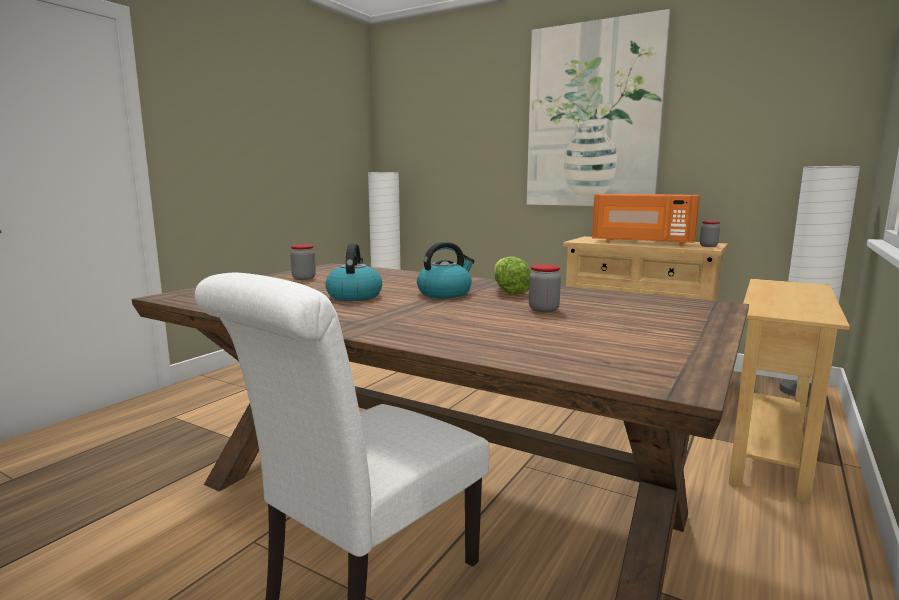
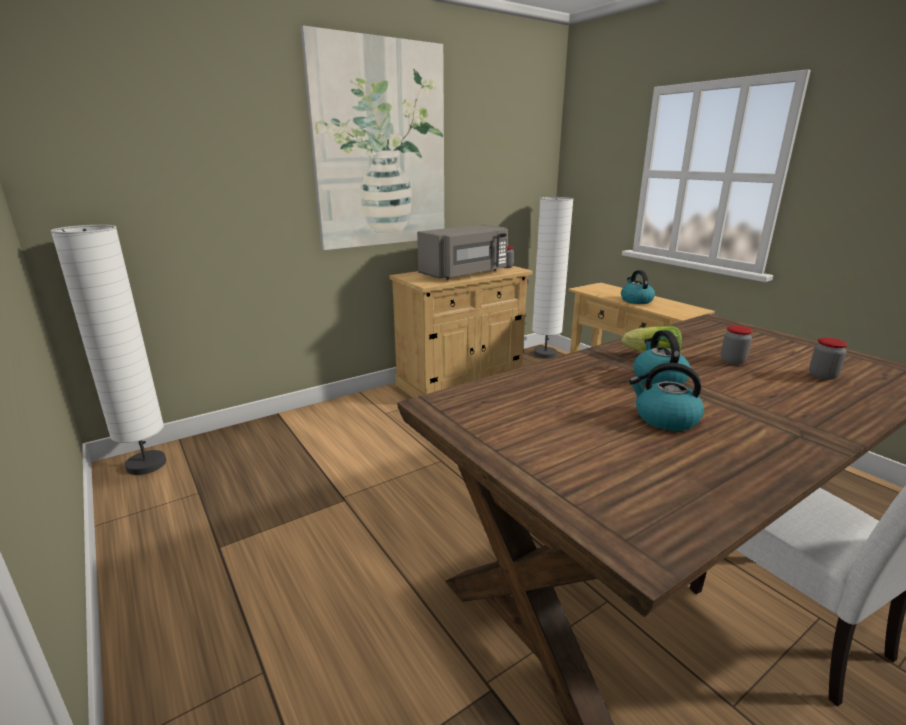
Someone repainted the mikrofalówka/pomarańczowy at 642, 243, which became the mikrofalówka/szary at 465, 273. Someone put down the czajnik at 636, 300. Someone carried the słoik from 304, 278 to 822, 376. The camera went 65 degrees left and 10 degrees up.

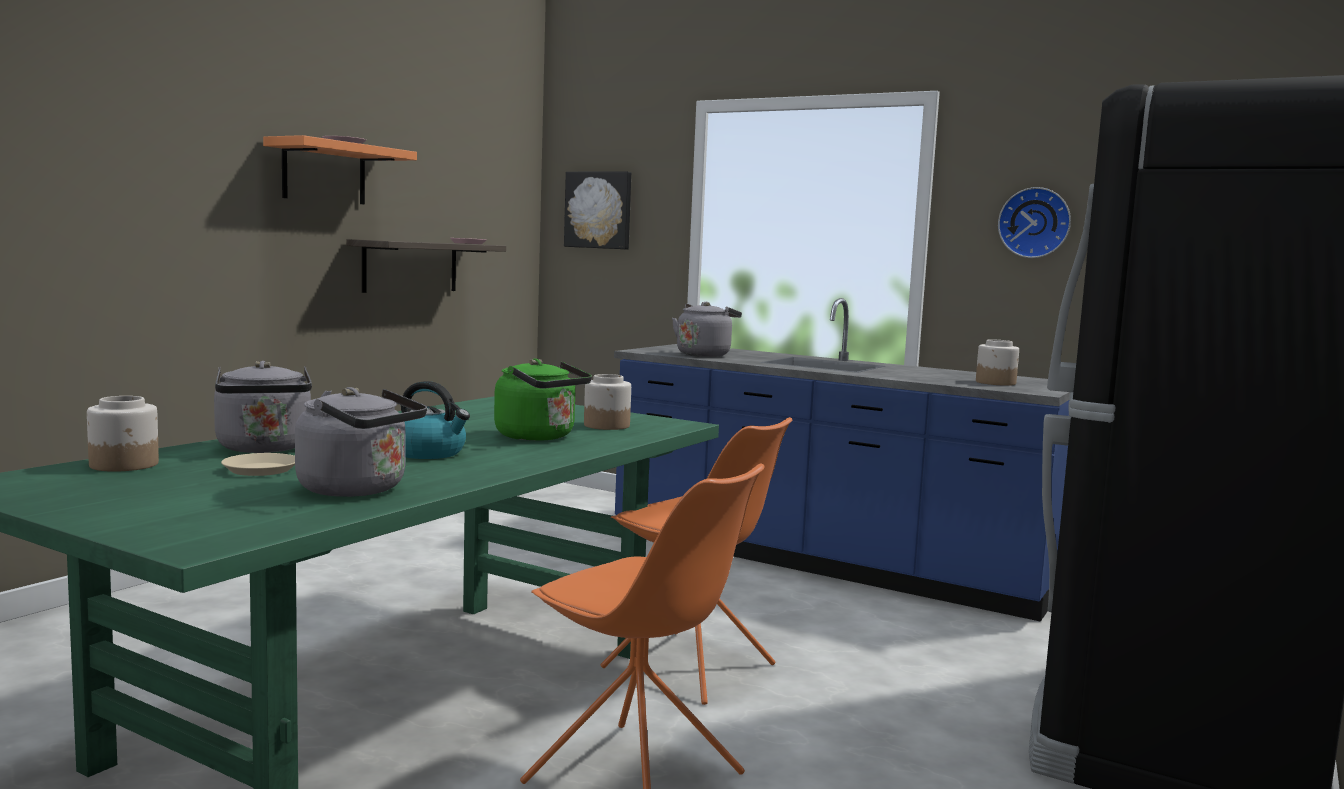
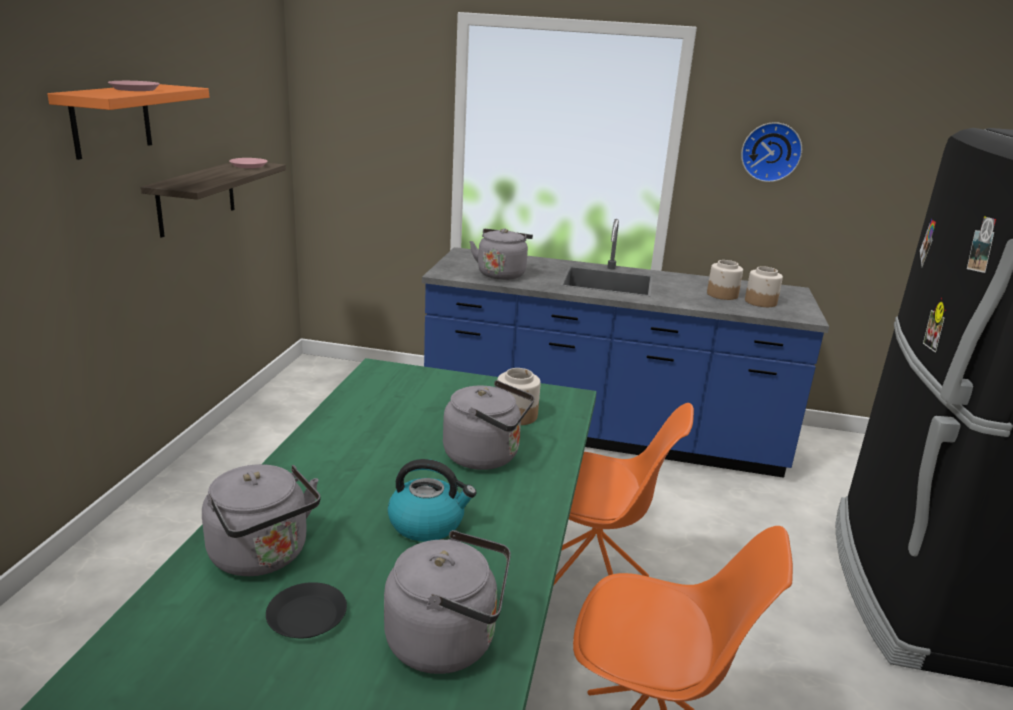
Someone repainted the talerz/beżowy at 260, 469, which became the talerz/czarny at 306, 617. Someone repainted the czajnik/zielony at 539, 437, which became the czajnik/szary at 486, 456. Someone carried the słoik from 125, 465 to 722, 295. Someone took away the obraz at 599, 210. The camera went 20 degrees left and 15 degrees up.

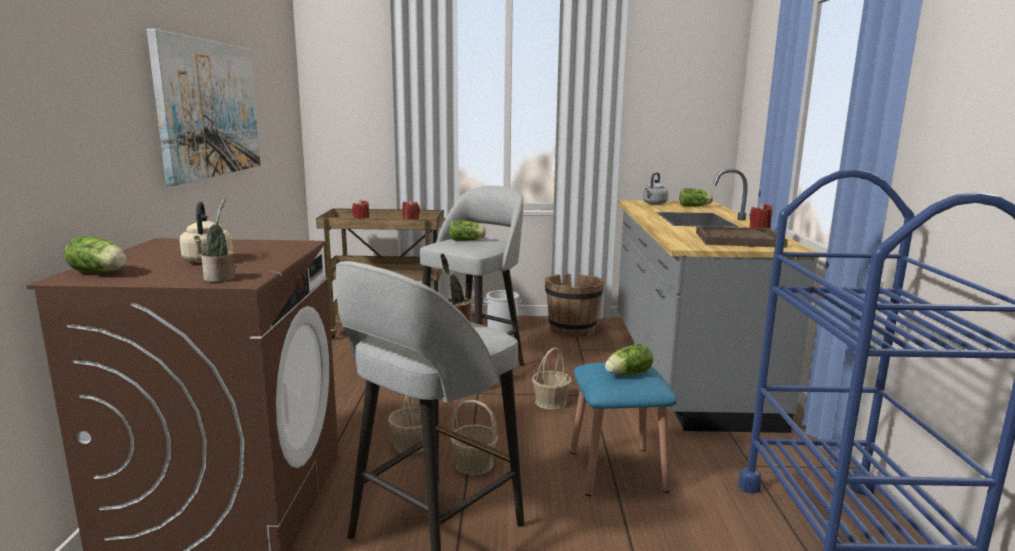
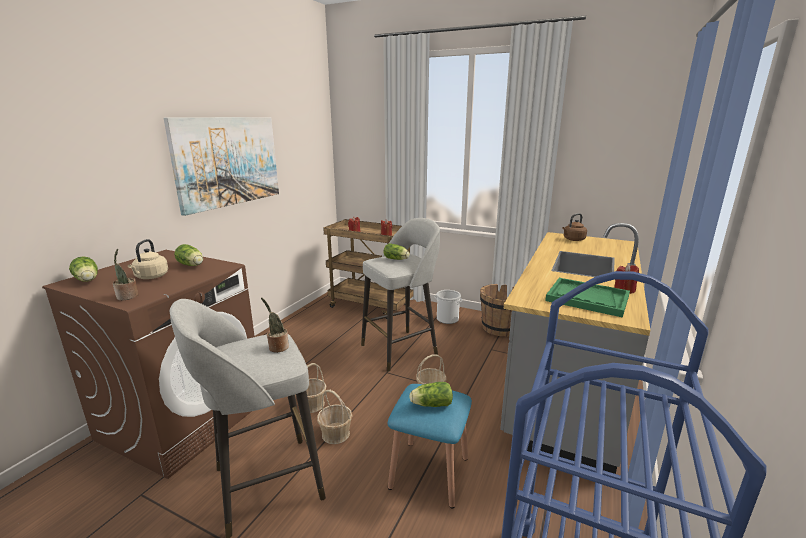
Someone carried the sałata from 695, 206 to 192, 265. Someone repainted the taca/brązowy at 738, 240, which became the taca/zielony at 587, 299. Someone repainted the czajnik/szary at 654, 203, which became the czajnik/brązowy at 573, 239. The camera went 25 degrees right and 5 degrees up.

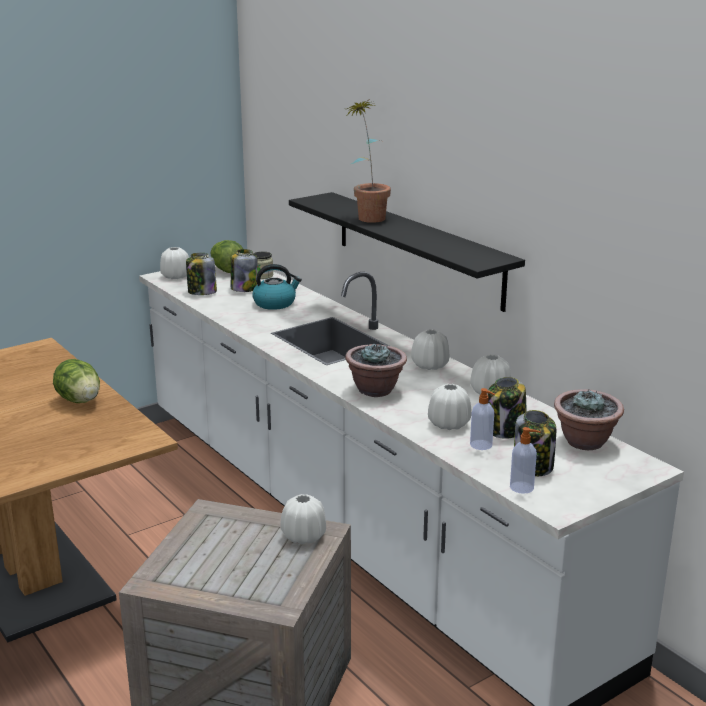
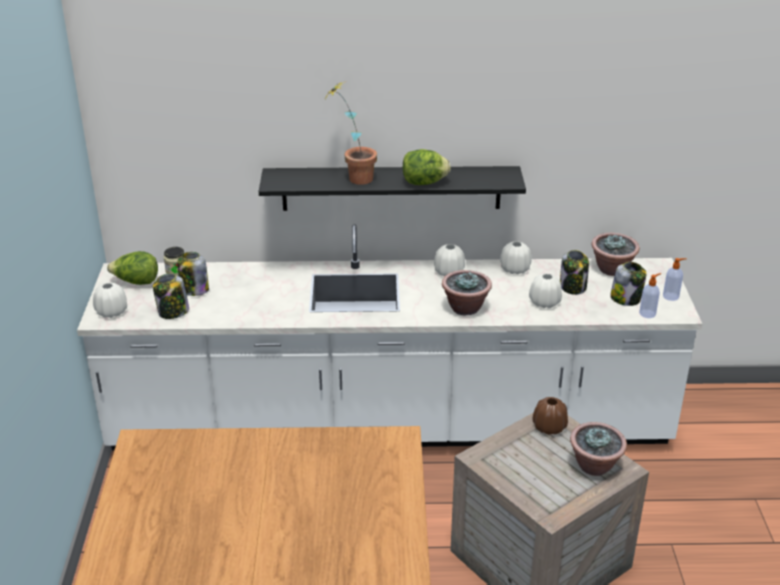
Someone carried the sałata from 80, 400 to 424, 183. Someone repainted the wazon/biały at 303, 536, which became the wazon/brązowy at 549, 427. Someone put down the roślina doniczkowa at 595, 466. Someone carried the dozownik mydła from 481, 445 to 671, 296. Someone took away the czajnik at 275, 303. The camera went 55 degrees left and 10 degrees up.

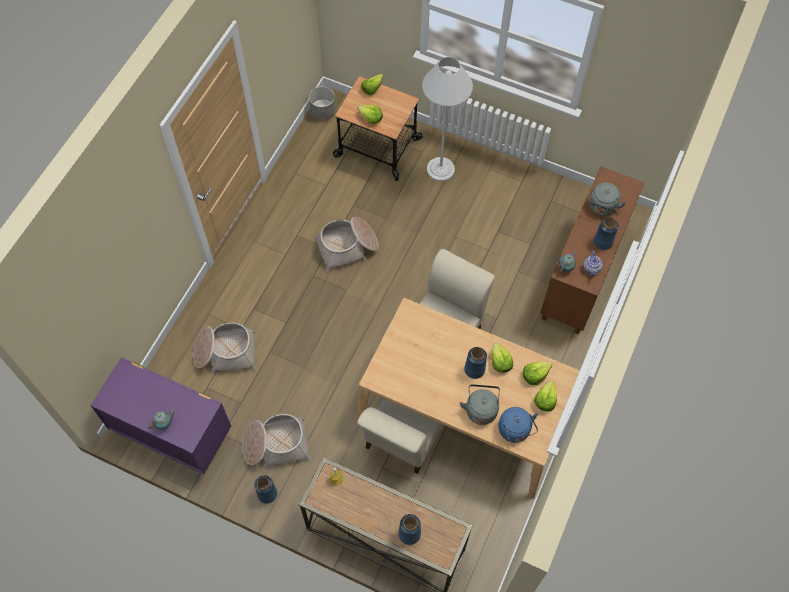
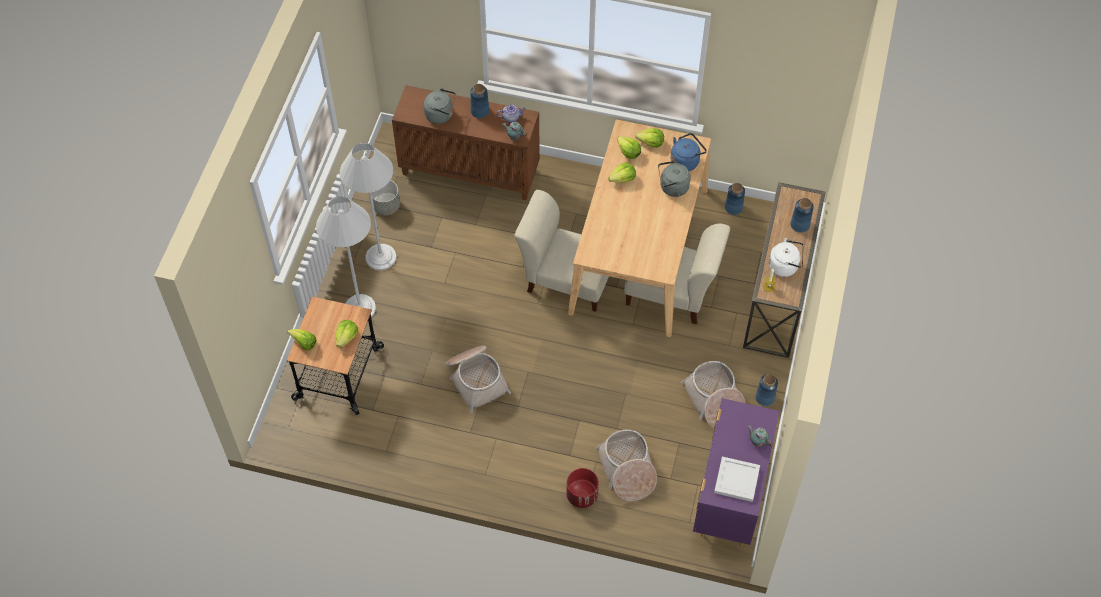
Someone put down the lampa stojąca/biały at 380, 257. Someone carried the donica/szary from 323, 111 to 386, 206. Someone put down the donica/czerwony at 582, 495. Someone put down the taca/biały at 737, 481. Someone carried the wazon/niebieski from 474, 369 to 733, 208. Someone put down the czajnik/biały at 785, 266. The camera went 100 degrees left and 5 degrees down.

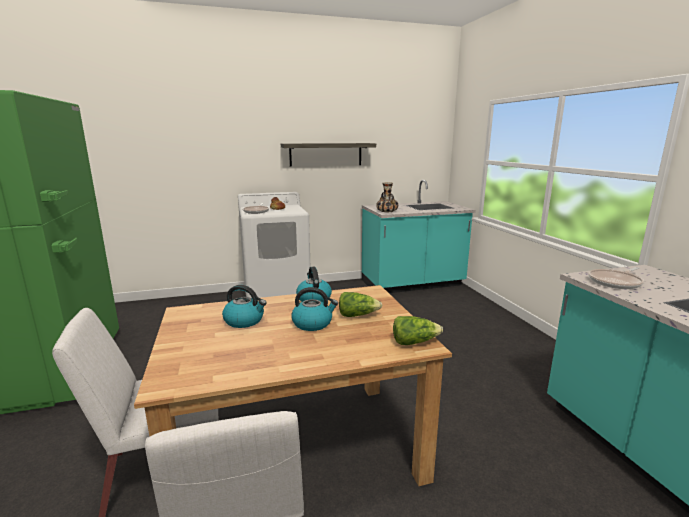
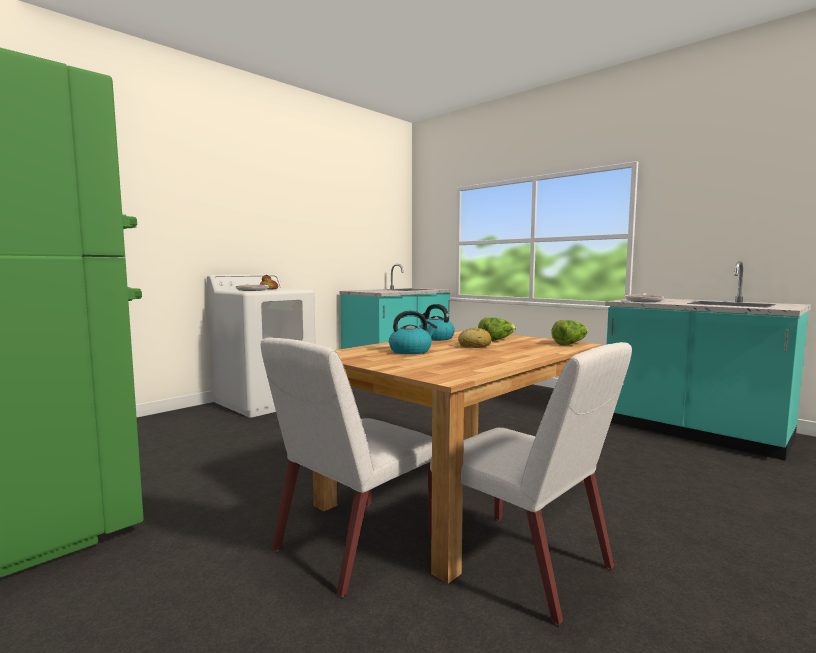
Someone swapped the czajnik at 313, 323 for the chleb at 474, 346. Someone took away the półka at 326, 154. Someone took away the wazon at 387, 211. The camera went 30 degrees left and 10 degrees down.

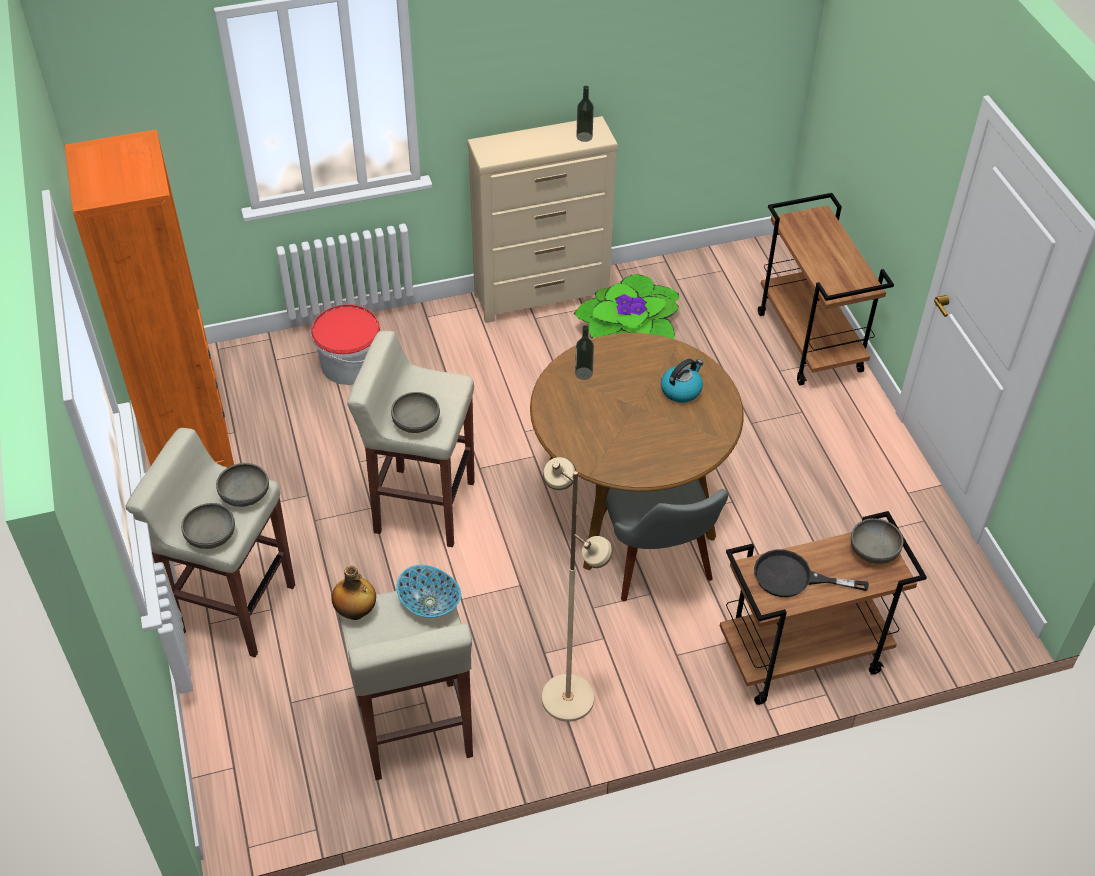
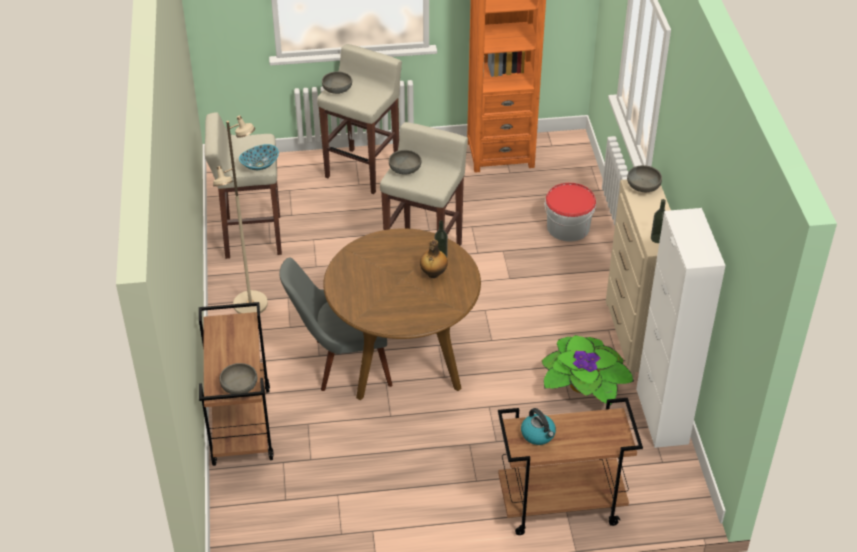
Someone carried the butelka from 356, 612 to 433, 274. Someone carried the czajnik from 681, 390 to 538, 434. Someone carried the miska/szary from 244, 495 to 643, 187. Someone put down the szafka/biały at 662, 416. Someone took away the patelnia/czarny at 793, 578. The camera went 100 degrees right and 5 degrees down.

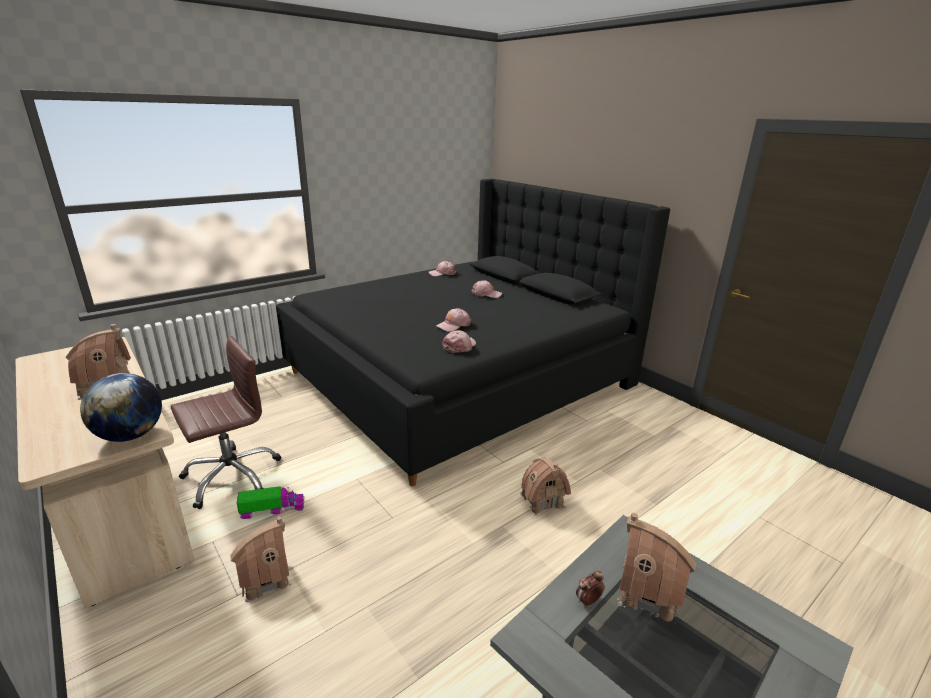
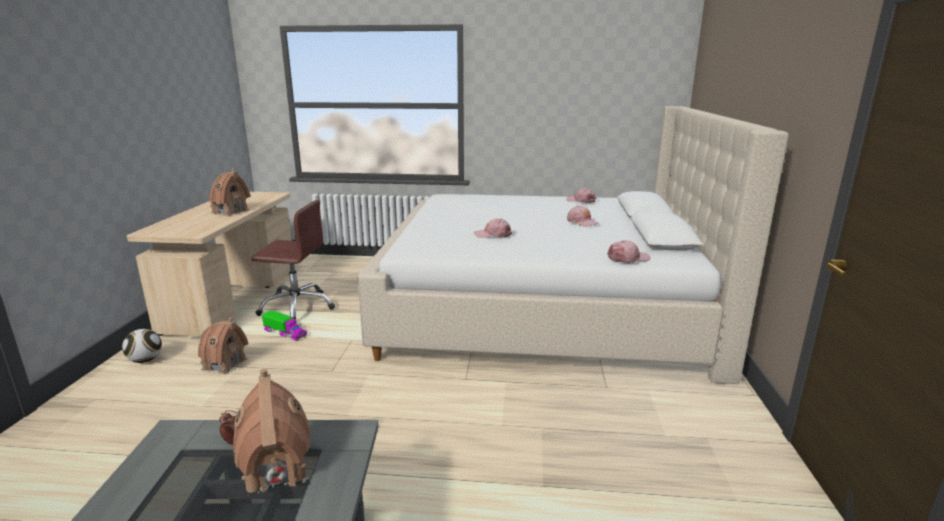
Someone put down the piłka futbolowa at 146, 360. Someone repainted the łóżko/czarny at 461, 378, which became the łóżko/beżowy at 544, 308. Someone carried the czapka z daszkiem/różowy from 459, 346 to 628, 258. Someone took away the globus at 131, 435. Someone took away the domek at 542, 500. The camera went 45 degrees right and 5 degrees down.

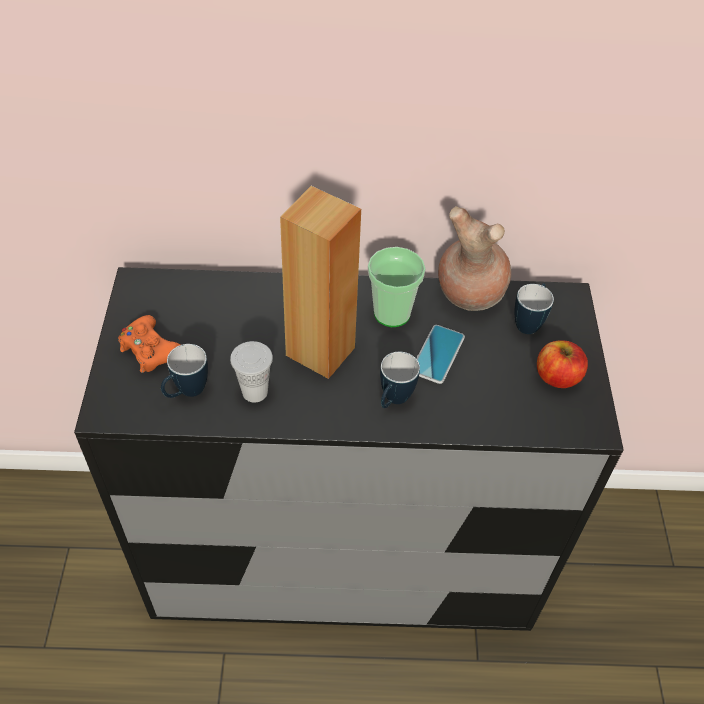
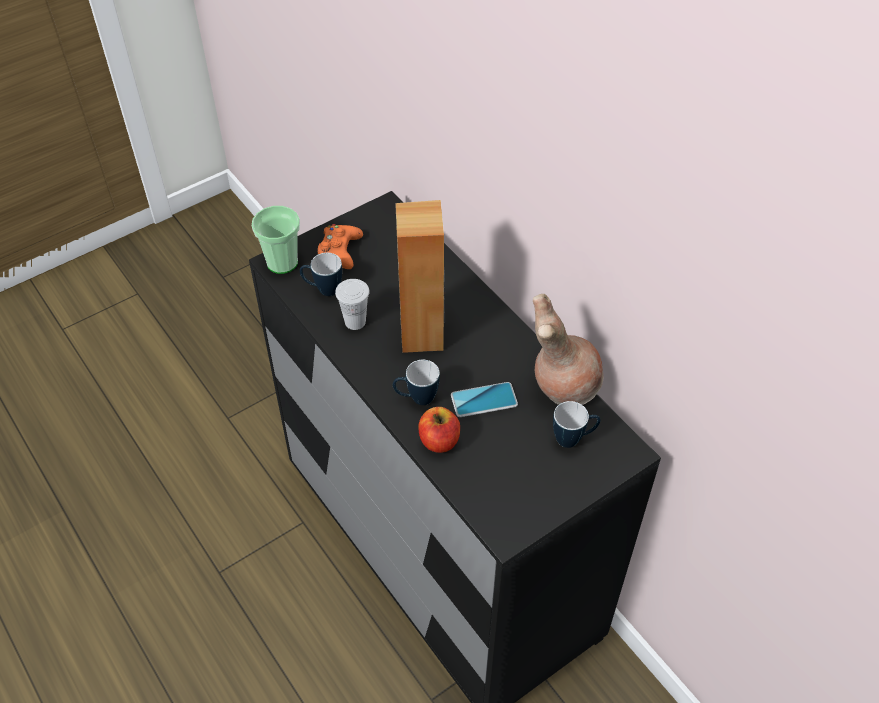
Someone carried the filiżanka from 392, 313 to 282, 262. Someone carried the jabłko from 557, 376 to 439, 440. The camera went 55 degrees right and 0 degrees up.

